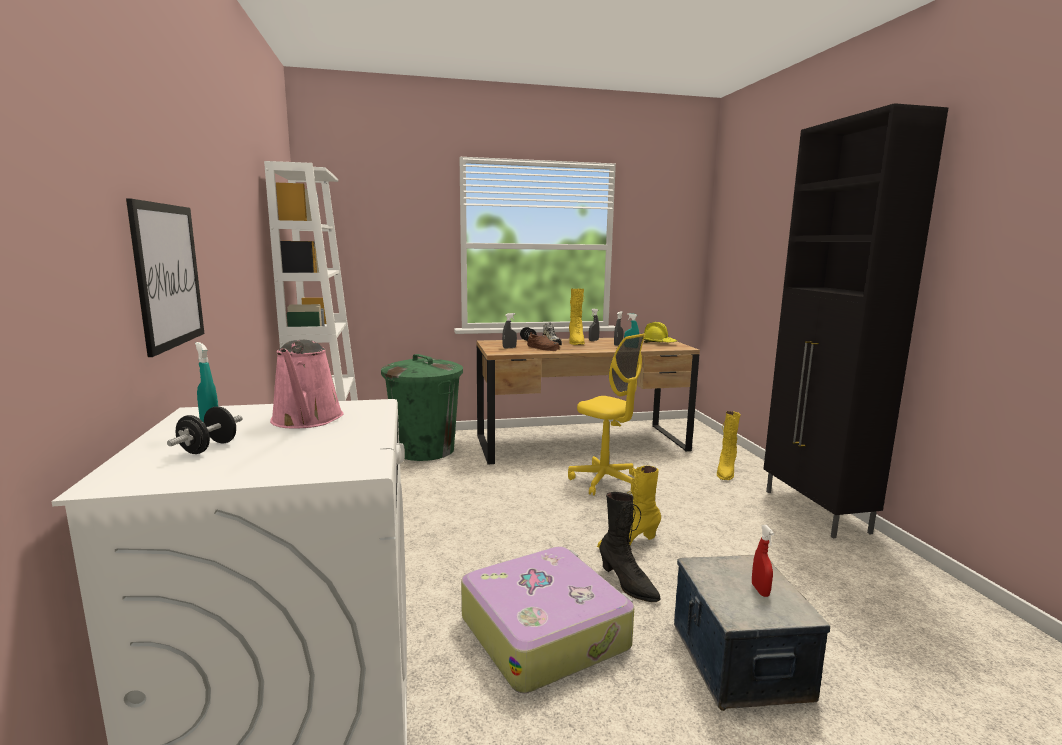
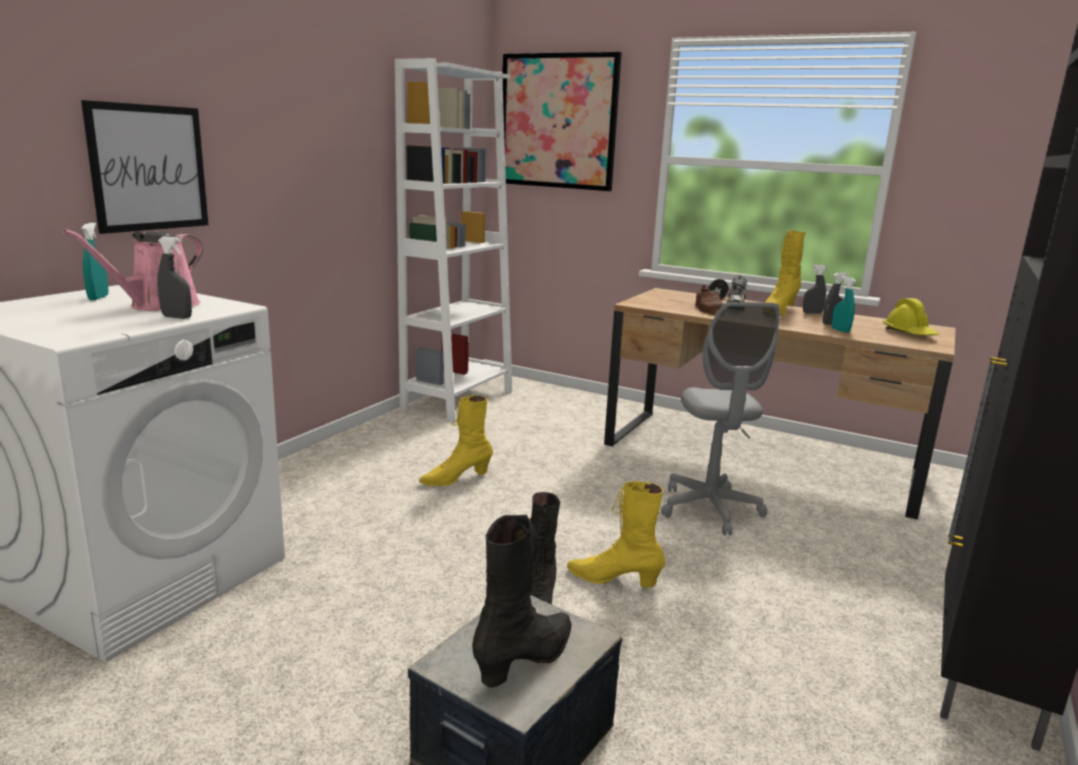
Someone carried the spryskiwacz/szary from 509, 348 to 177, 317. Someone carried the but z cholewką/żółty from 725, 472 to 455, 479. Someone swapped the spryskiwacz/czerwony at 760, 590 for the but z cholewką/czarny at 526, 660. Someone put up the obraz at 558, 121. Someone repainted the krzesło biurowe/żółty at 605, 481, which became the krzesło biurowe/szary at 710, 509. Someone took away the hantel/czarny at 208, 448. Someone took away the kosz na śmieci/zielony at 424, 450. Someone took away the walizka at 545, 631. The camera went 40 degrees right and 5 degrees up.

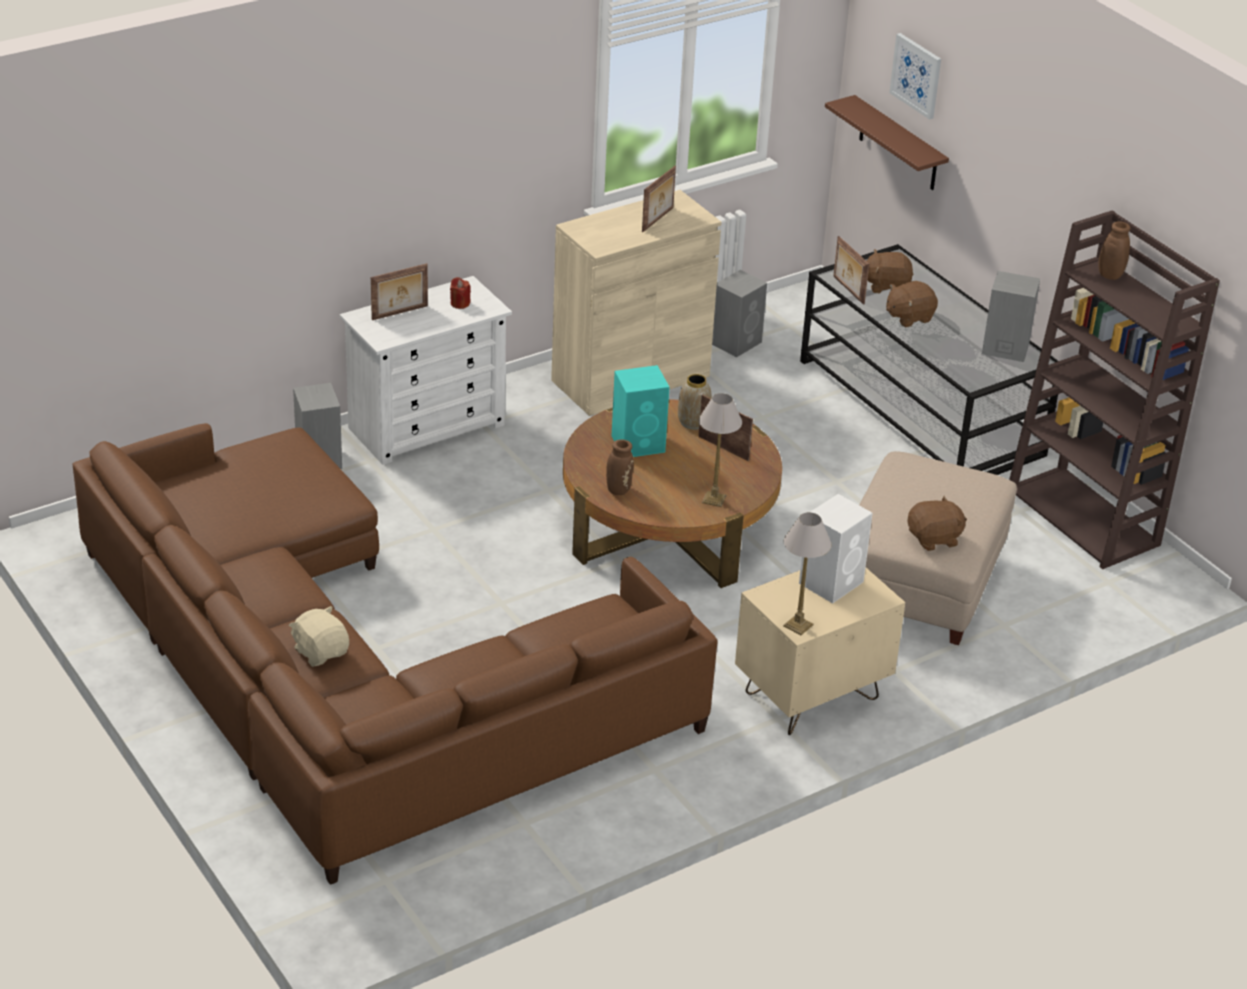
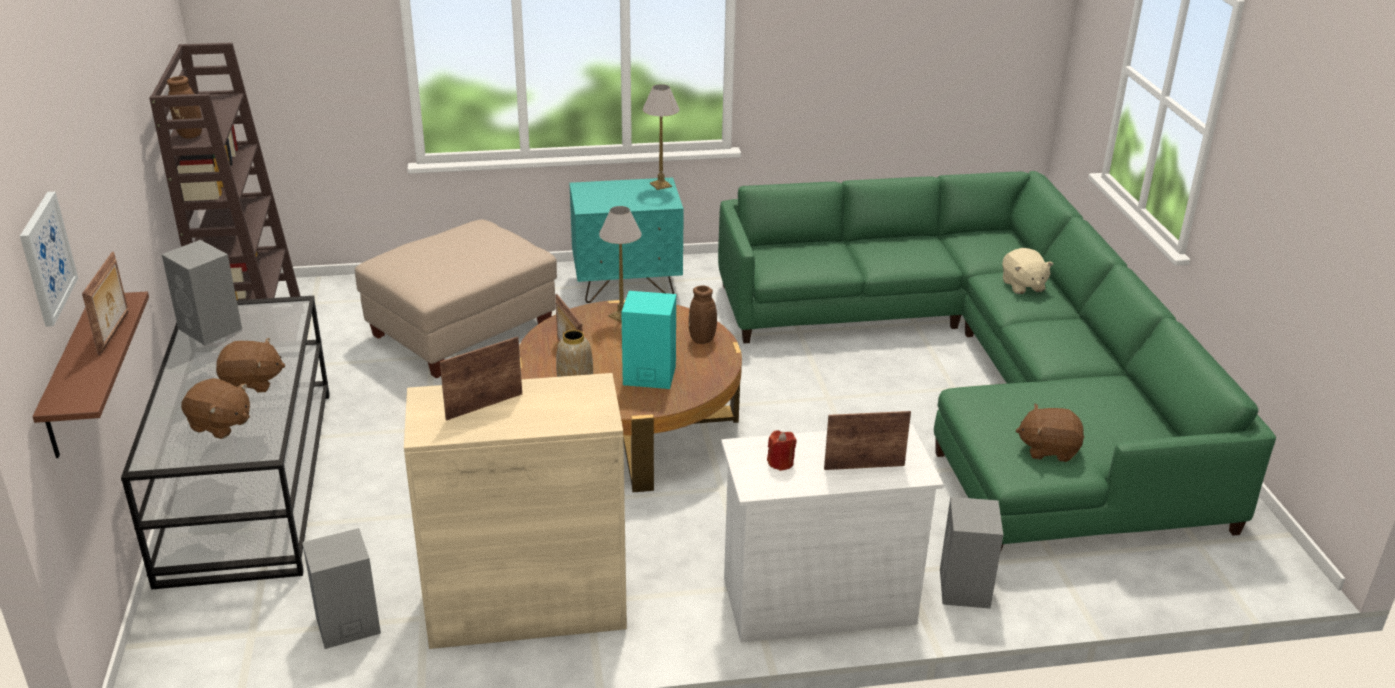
Someone carried the ramka na zdjęcie from 847, 290 to 115, 332. Someone repainted the szafka nocna/beżowy at 811, 697, which became the szafka nocna/turkusowy at 627, 286. Someone repainted the kanapa/brązowy at 348, 675, which became the kanapa/zielony at 984, 374. Someone carried the pluszak/brązowy from 934, 539 to 1048, 449. Someone took away the głośnik/biały at 832, 582. The camera went 155 degrees left and 5 degrees down.

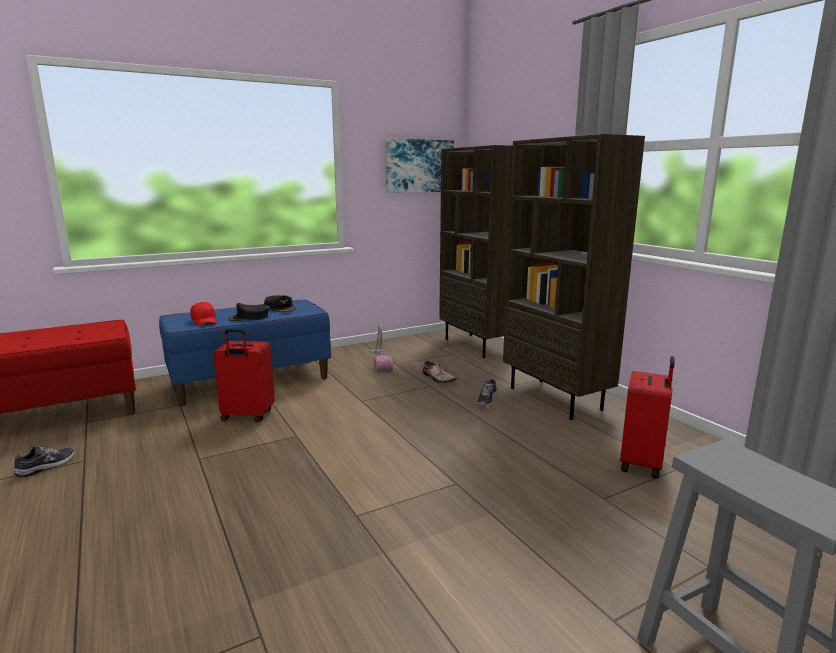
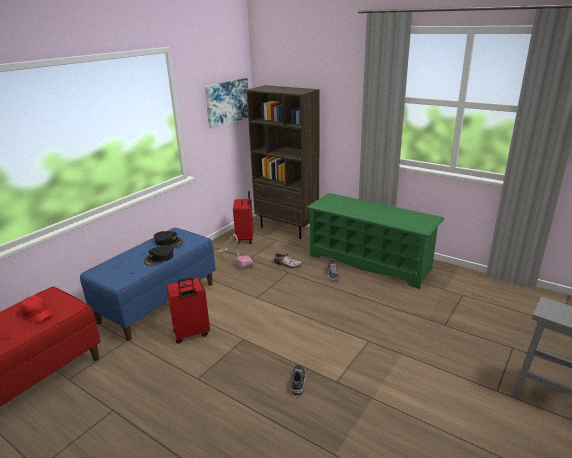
Someone carried the czapka z daszkiem/czerwony from 204, 321 to 38, 314. Someone carried the walizka/czerwony from 642, 463 to 245, 239. Someone carried the but from 46, 466 to 298, 381. Someone swapped the regał/brązowy at 556, 398 for the regał na buty/zielony at 370, 262. The camera went 25 degrees left and 10 degrees up.

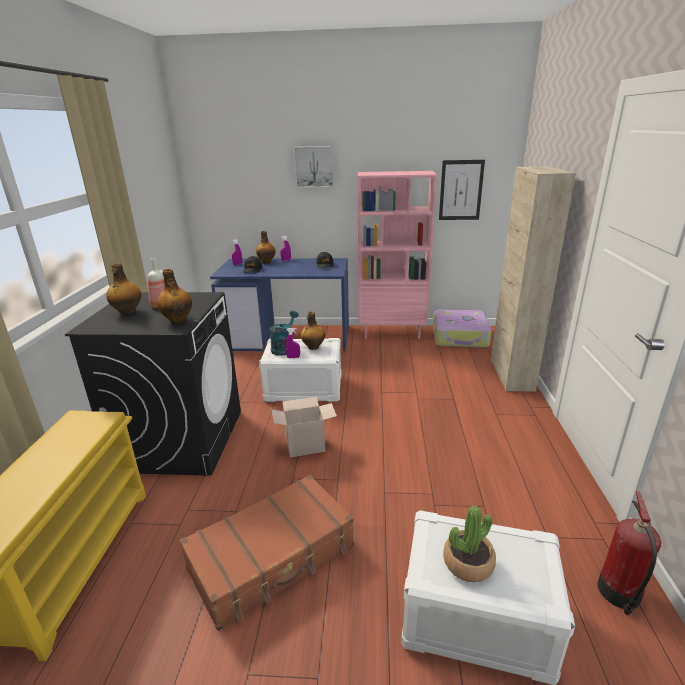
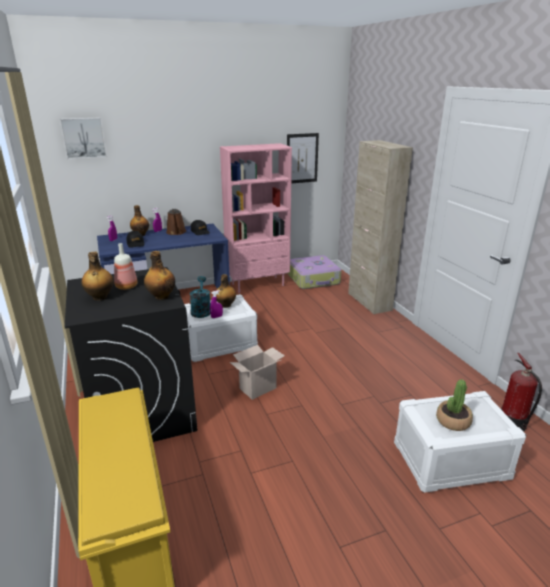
Someone carried the obraz from 314, 167 to 84, 138. Someone put down the konewka/brązowy at 176, 232. Someone took away the walizka/brązowy at 273, 557. The camera went 25 degrees left and 0 degrees up.

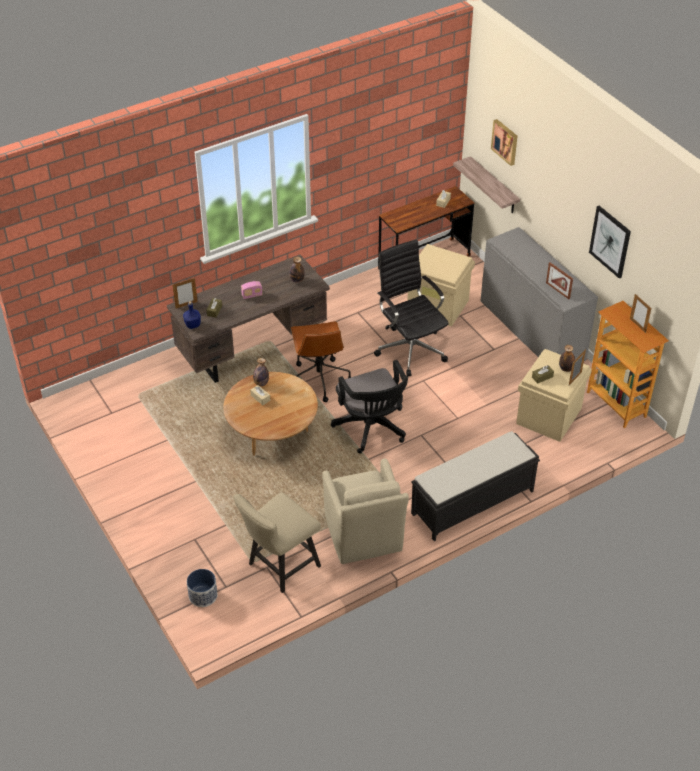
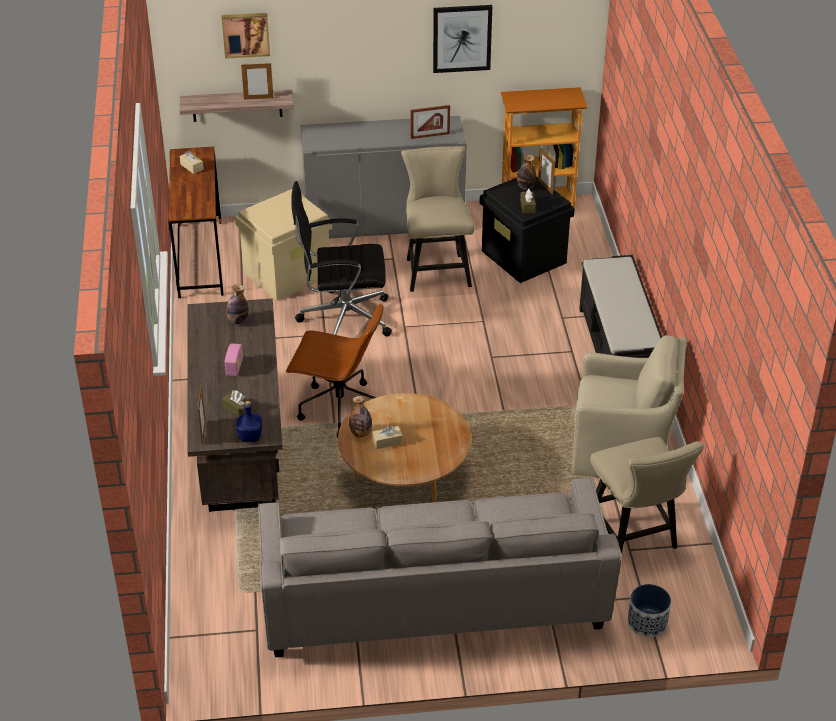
Someone carried the ramka na zdjęcie from 637, 325 to 258, 98. Someone put down the kanapa/szary at 432, 601. Someone put down the krzesło/beżowy at 436, 269. Someone repainted the pojemnik do przechowywania/beżowy at 549, 416, which became the pojemnik do przechowywania/czarny at 524, 257. Someone took away the krzesło biurowe/czarny at 372, 429. The camera went 65 degrees left and 5 degrees down.

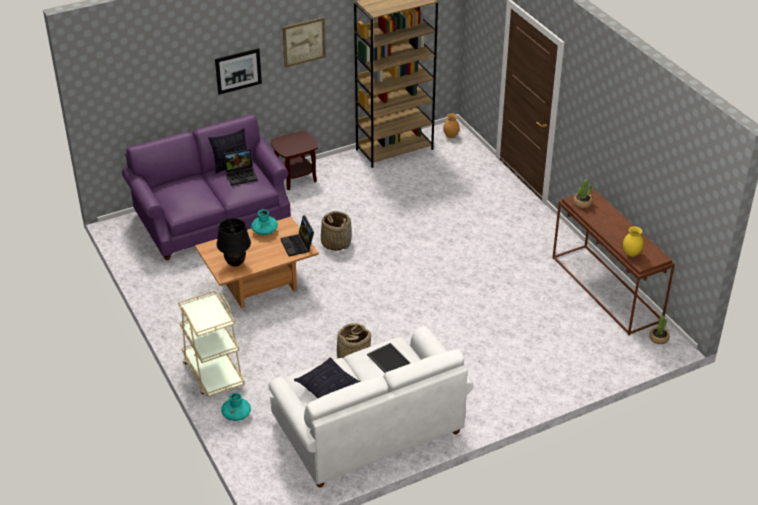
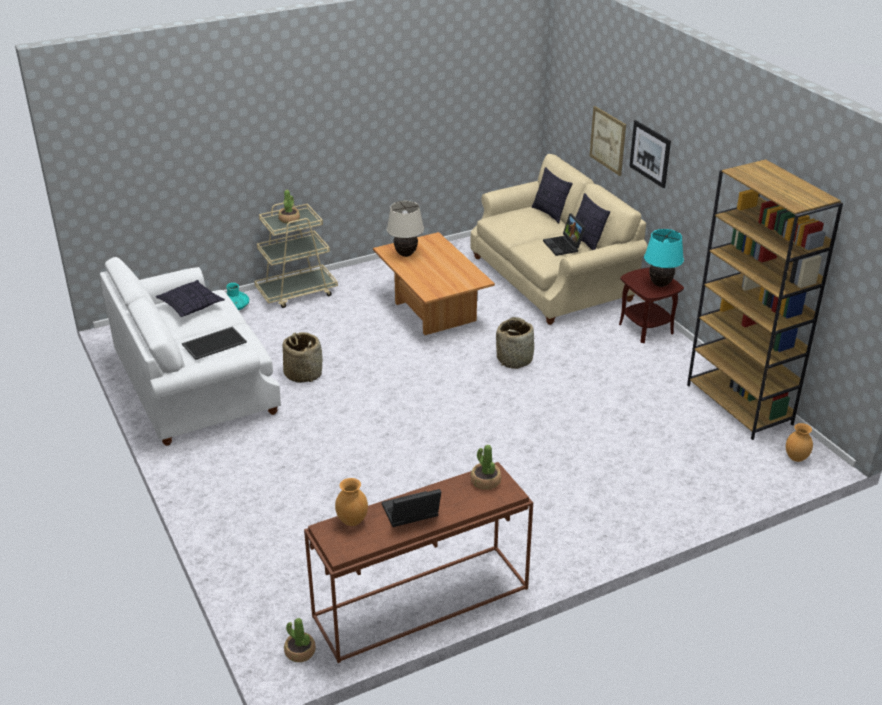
Someone put down the roślina doniczkowa at 289, 219. Someone repainted the wazon/żółty at 631, 254, which became the wazon/brązowy at 352, 521. Someone carried the laptop from 298, 245 to 410, 514. Someone repainted the lampa stołowa/czarny at 235, 263, which became the lampa stołowa/beżowy at 406, 254. Someone repainted the kanapa/fioletowy at 212, 218, which became the kanapa/beżowy at 552, 278. Someone put down the poduszka at 550, 214. Someone carried the obraz from 304, 42 to 608, 140. Someone put down the lampa stołowa/turkusowy at 660, 284. Someone took away the wazon/turkusowy at 264, 231. The camera went 90 degrees right and 5 degrees down.

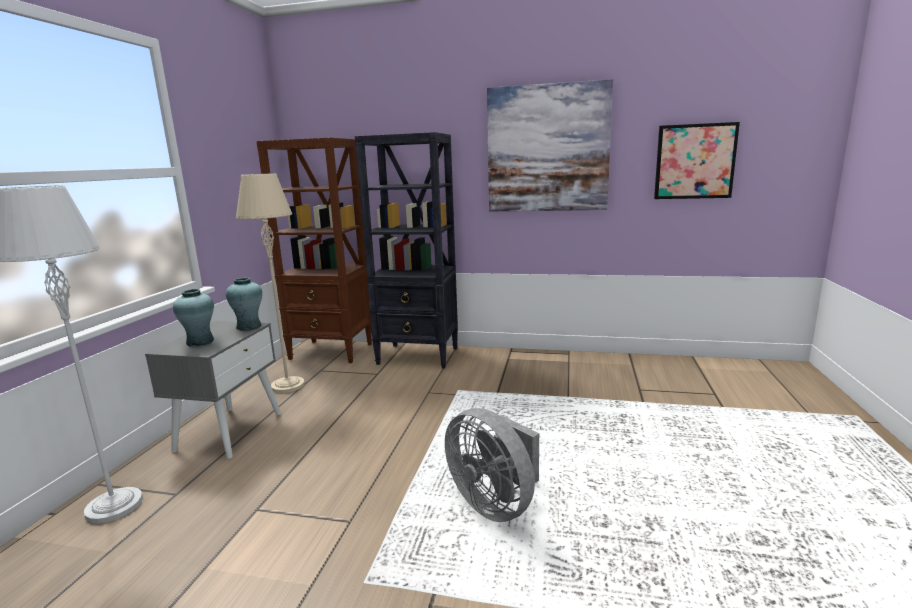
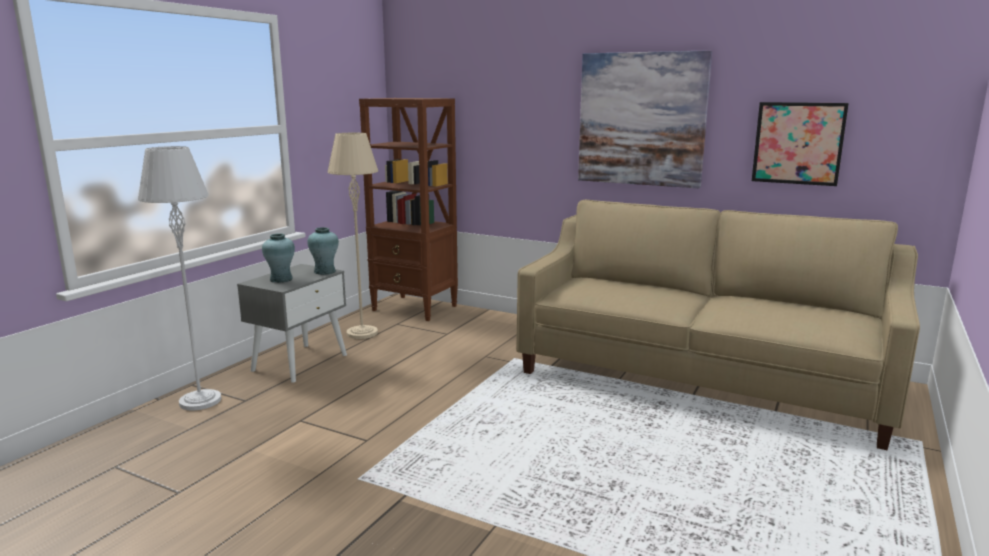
Someone put down the kanapa/beżowy at 701, 377. Someone took away the regał/czarny at 418, 356. Someone took away the wentylator/szary at 495, 503. The camera went 15 degrees right and 0 degrees up.

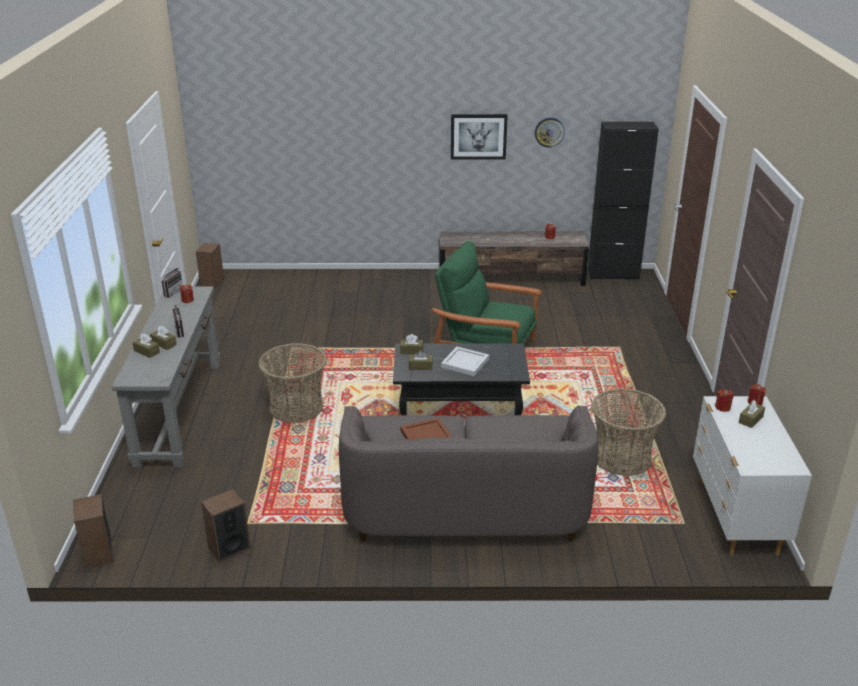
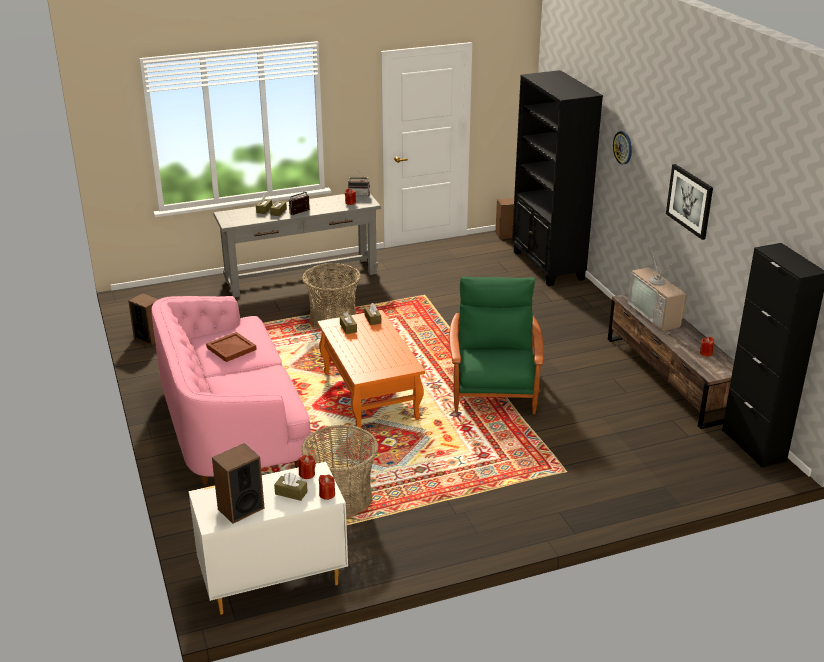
Someone repainted the kanapa/szary at 464, 506, which became the kanapa/różowy at 231, 423. Someone carried the głośnik from 98, 554 to 240, 508. Someone repainted the ława/czarny at 458, 412, which became the ława/pomarańczowy at 369, 394. Someone put down the regał/czarny at 547, 266. Someone carried the zegar ścienny from 549, 132 to 623, 147. Someone put down the telewizor at 657, 314. Someone took away the taca/biały at 466, 363. The camera went 70 degrees right and 0 degrees up.

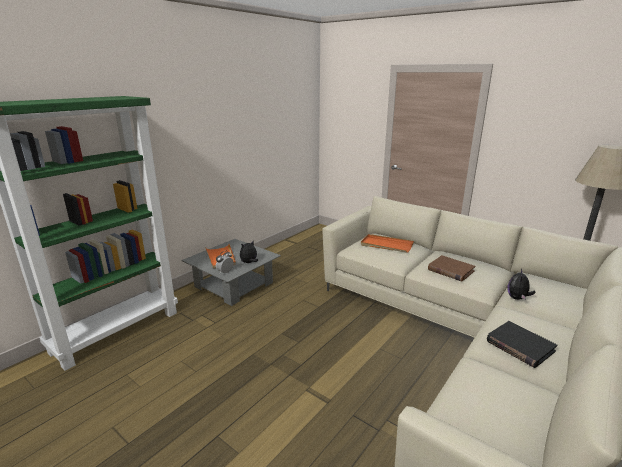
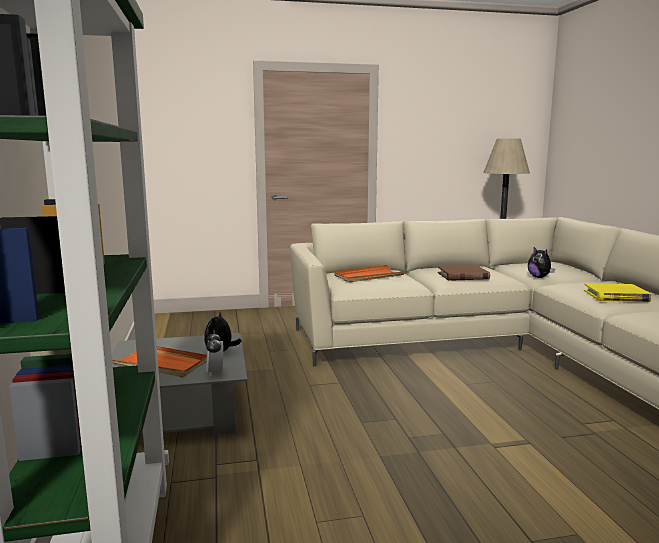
Someone repainted the książka/czarny at 519, 346, which became the książka/żółty at 616, 296. The camera went 50 degrees left and 10 degrees down.

